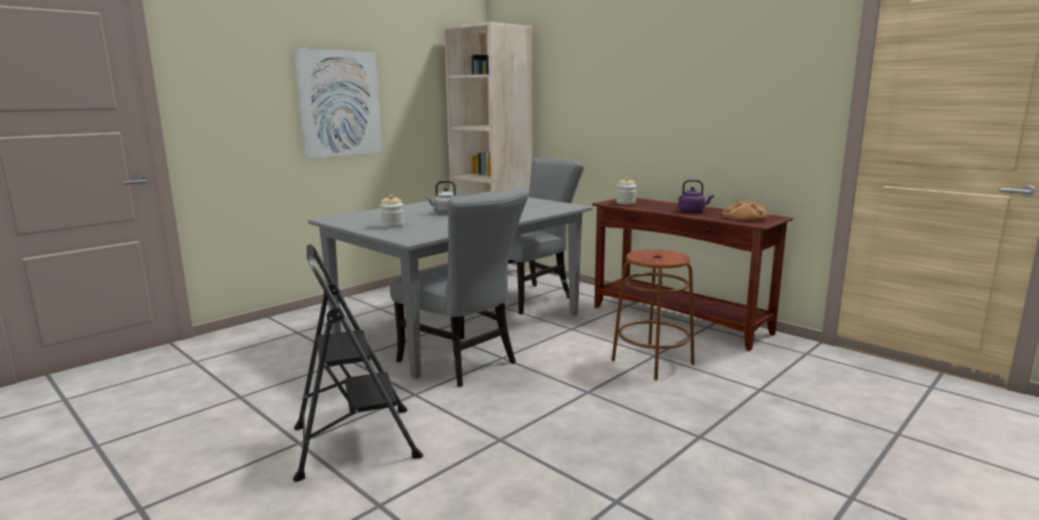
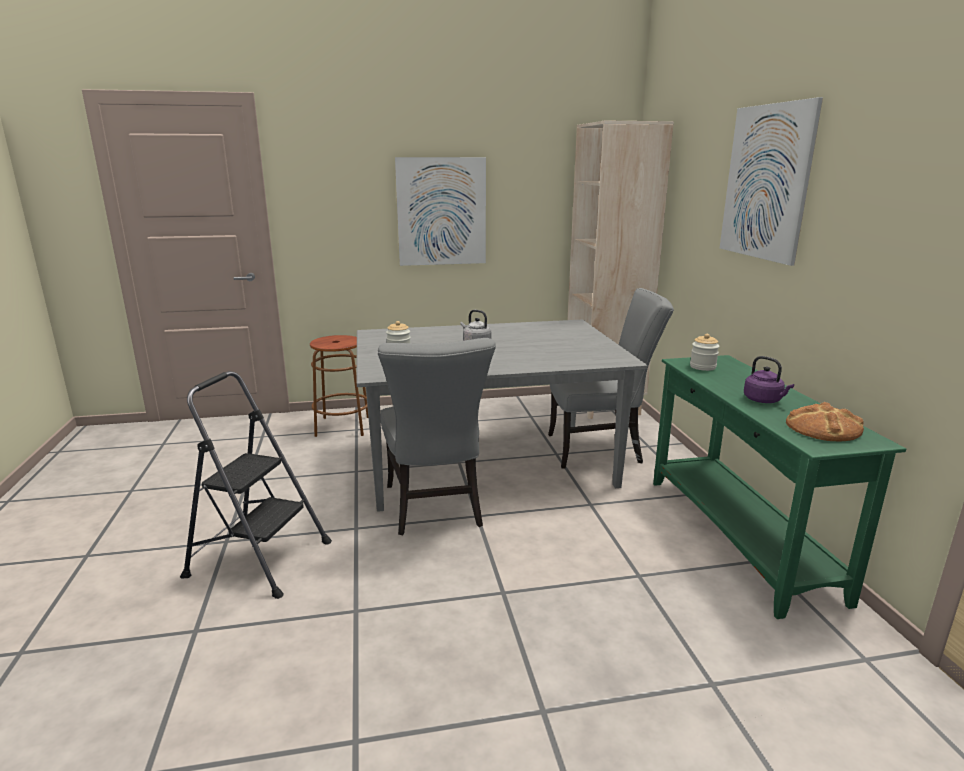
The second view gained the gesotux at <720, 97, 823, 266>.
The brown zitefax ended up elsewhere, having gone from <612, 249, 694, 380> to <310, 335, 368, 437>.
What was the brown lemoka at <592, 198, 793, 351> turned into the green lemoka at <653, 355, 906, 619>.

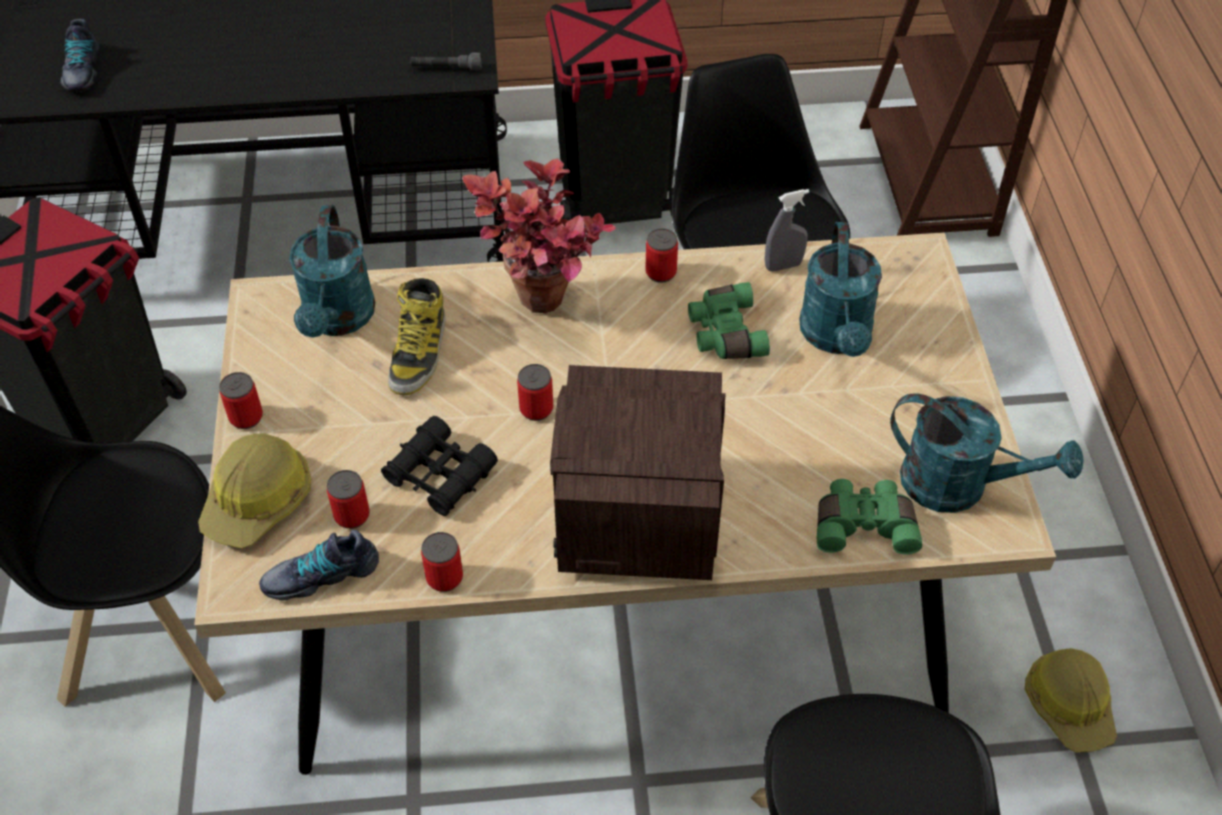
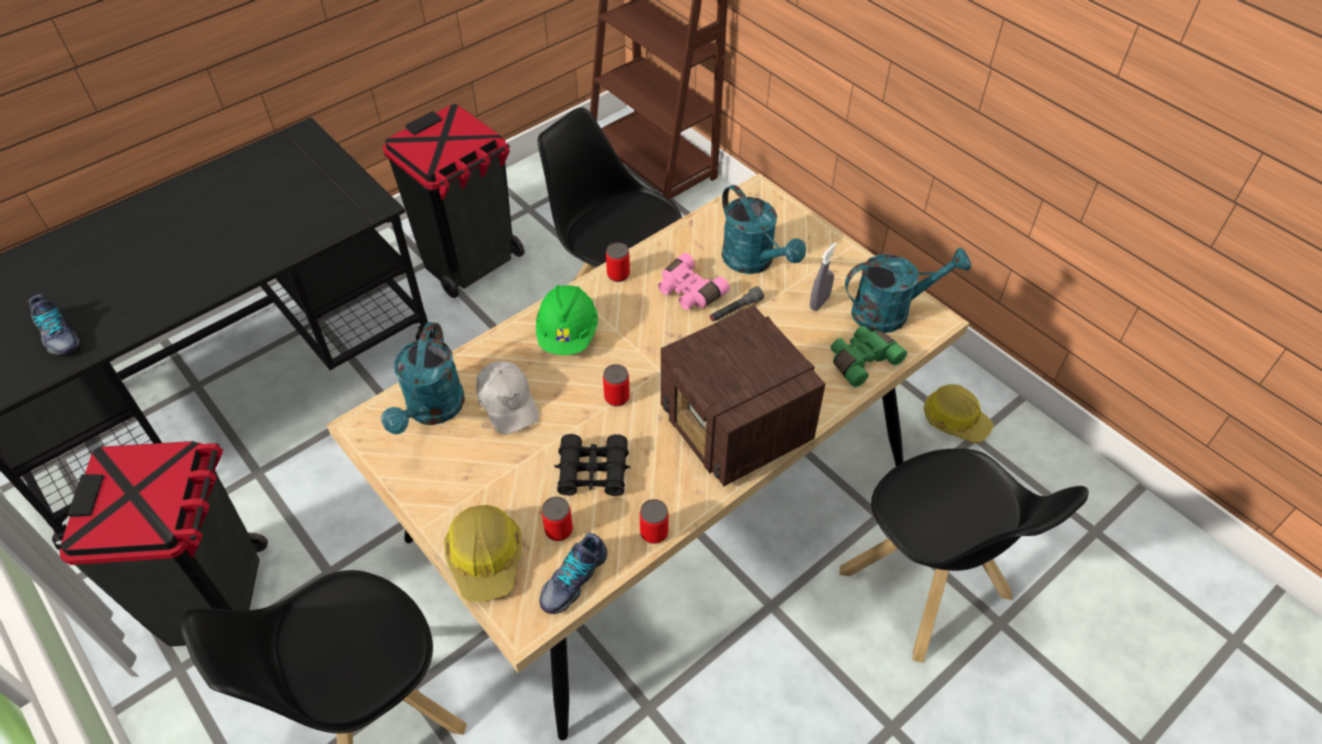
The second view lost the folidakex at <219, 372, 263, 429>.
The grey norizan ended up elsewhere, having gone from <411, 52, 482, 70> to <710, 286, 764, 322>.
The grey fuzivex ended up elsewhere, having gone from <765, 189, 809, 272> to <810, 242, 837, 311>.
Where the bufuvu stood at <388, 278, 446, 395>, the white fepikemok came to stand at <476, 361, 539, 434>.
Where the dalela stood at <462, 158, 616, 313>, the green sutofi came to stand at <536, 285, 598, 355>.
What was the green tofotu at <688, 282, 770, 359> turned into the pink tofotu at <658, 253, 730, 310>.
The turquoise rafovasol at <289, 205, 375, 338> ended up facing another way, 45 degrees clockwise from before.

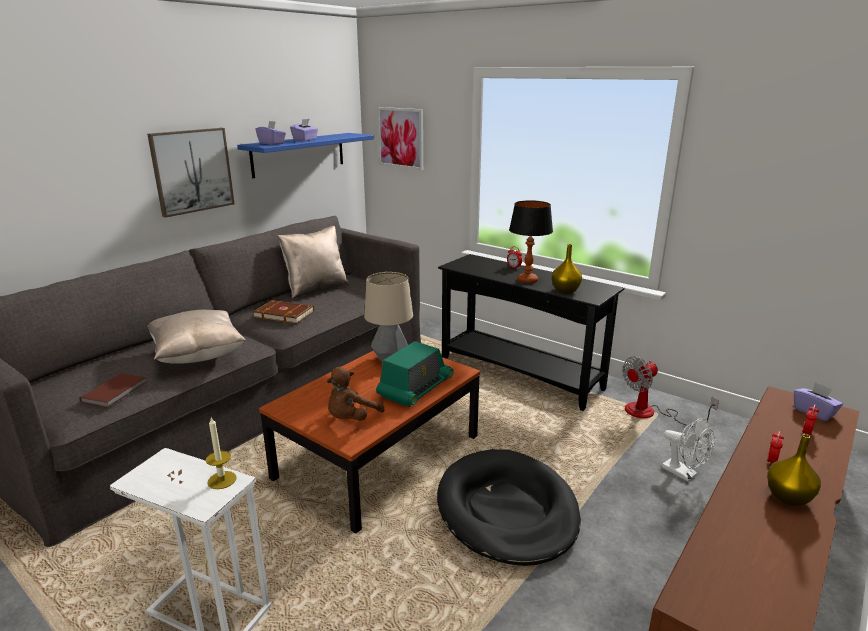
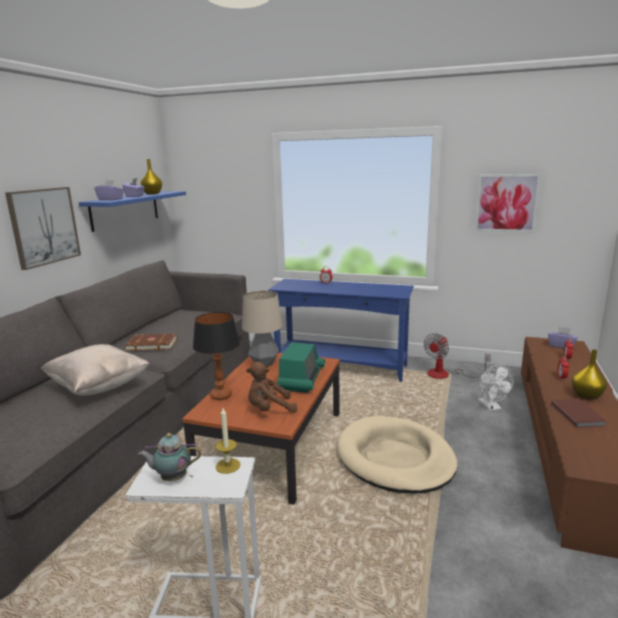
The second view lost the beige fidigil at <278, 226, 349, 299>.
The second view gained the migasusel at <138, 433, 201, 481>.
The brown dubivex ended up elsewhere, having gone from <79, 373, 147, 408> to <551, 399, 607, 428>.
The gesotux ended up elsewhere, having gone from <377, 107, 423, 170> to <474, 174, 541, 232>.
The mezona ended up elsewhere, having gone from <509, 200, 553, 283> to <193, 312, 240, 400>.
The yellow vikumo ended up elsewhere, having gone from <552, 244, 582, 294> to <140, 159, 162, 195>.
What was the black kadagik at <437, 449, 581, 566> turned into the beige kadagik at <337, 416, 458, 494>.
What was the black lemoka at <438, 254, 624, 411> turned into the blue lemoka at <268, 279, 414, 382>.
The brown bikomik at <327, 366, 384, 421> ended up facing another way, 60 degrees clockwise from before.
The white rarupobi at <662, 418, 715, 482> ended up facing another way, 45 degrees clockwise from before.

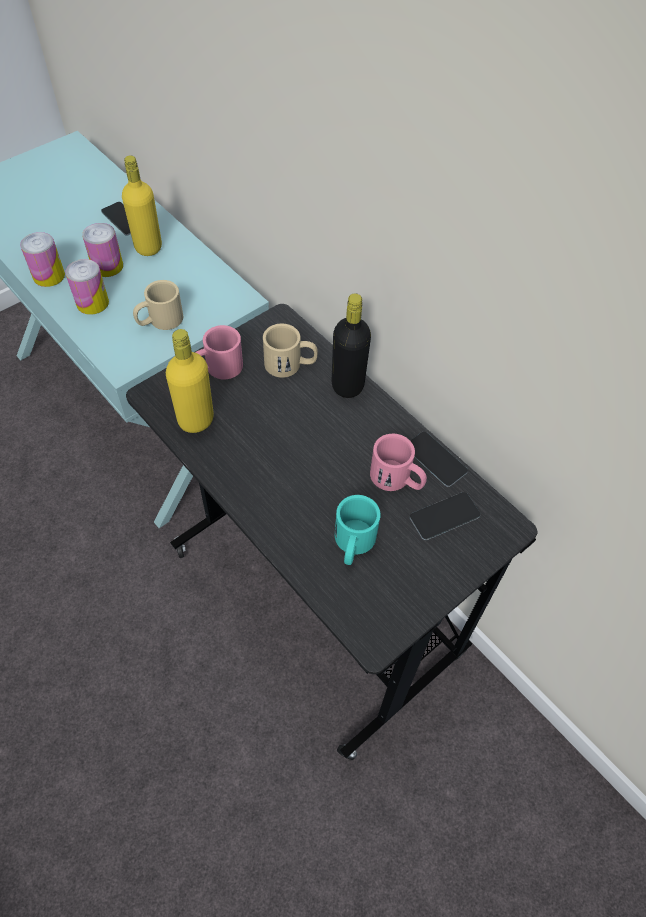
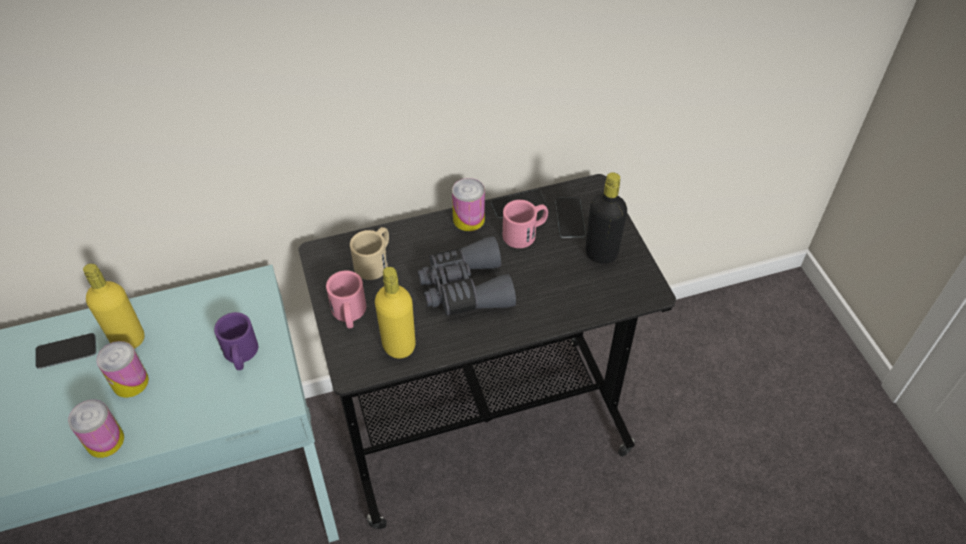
The second view lost the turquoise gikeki at <335, 495, 381, 565>.
The second view gained the grey tofotu at <418, 236, 516, 316>.
The folidakex ended up elsewhere, having gone from <65, 259, 109, 315> to <452, 178, 485, 231>.
The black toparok ended up elsewhere, having gone from <332, 293, 371, 398> to <585, 172, 627, 264>.
What was the beige gikeki at <133, 280, 183, 330> turned into the purple gikeki at <214, 312, 258, 370>.

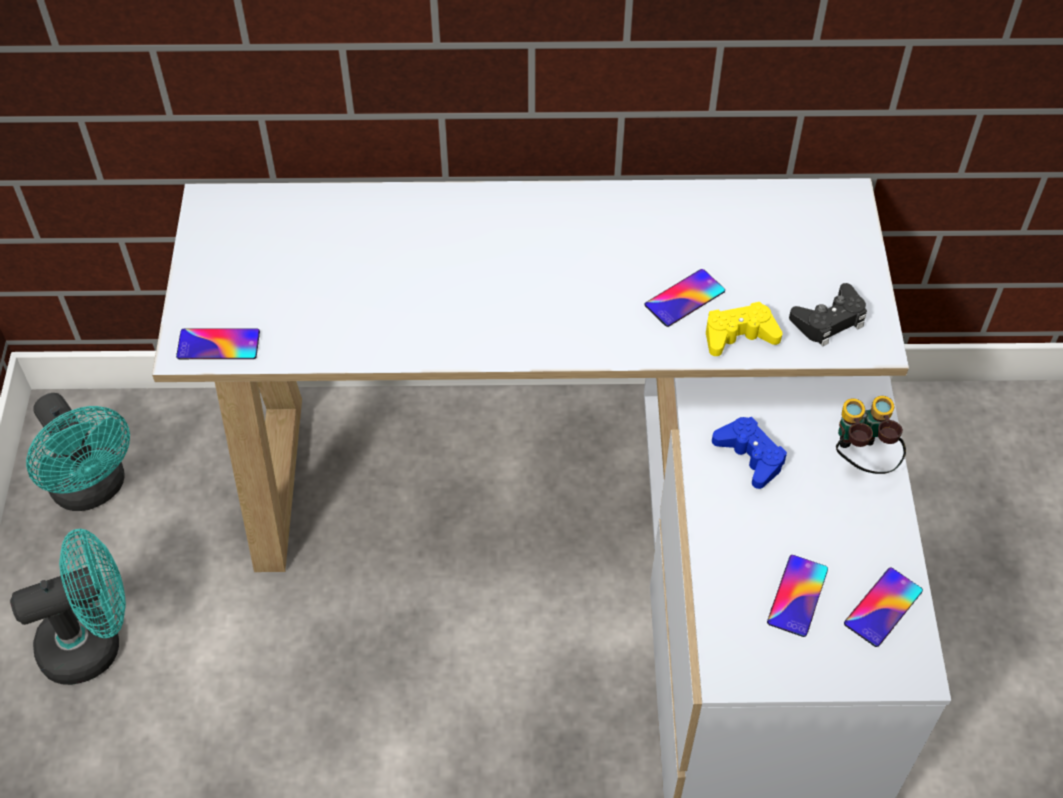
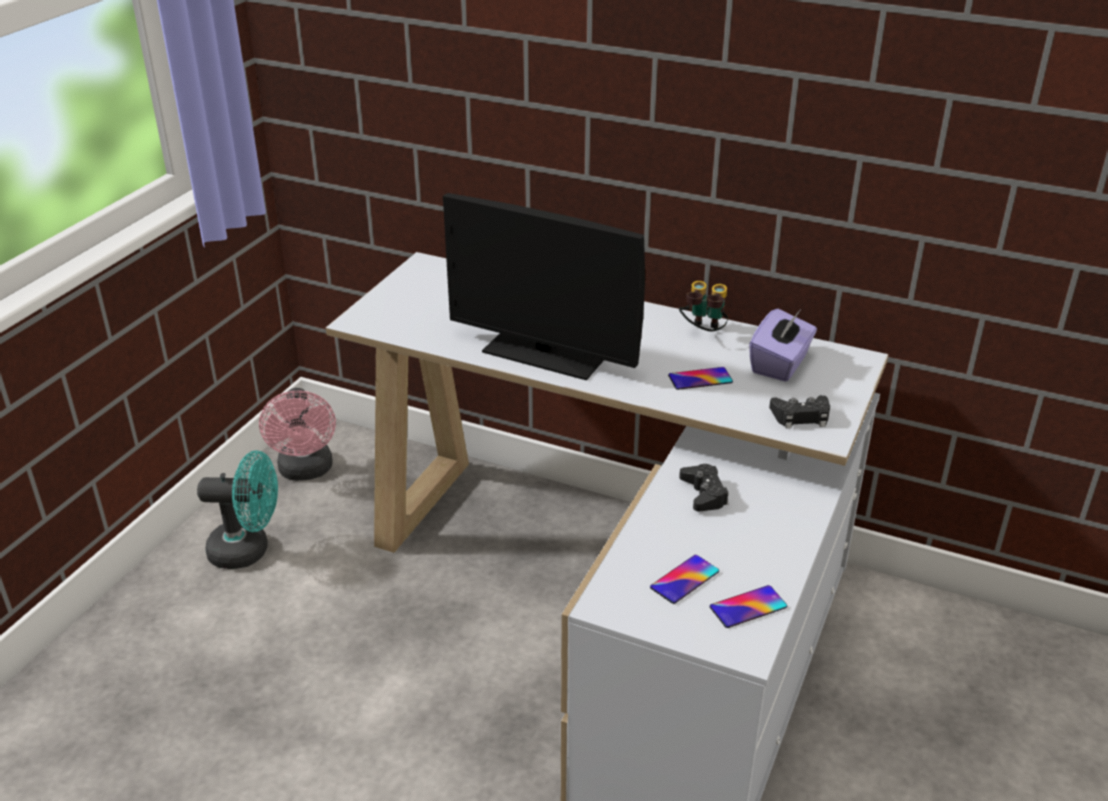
The second view lost the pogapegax at <176, 328, 260, 359>.
The second view lost the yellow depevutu at <706, 302, 783, 356>.
The second view gained the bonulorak at <443, 193, 645, 381>.
The second view gained the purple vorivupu at <749, 309, 817, 382>.
The tofotu ended up elsewhere, having gone from <836, 396, 906, 474> to <679, 281, 728, 331>.
What was the turquoise rarupobi at <26, 393, 130, 511> turned into the pink rarupobi at <259, 388, 336, 481>.
What was the blue depevutu at <712, 417, 787, 489> turned into the black depevutu at <679, 464, 729, 511>.

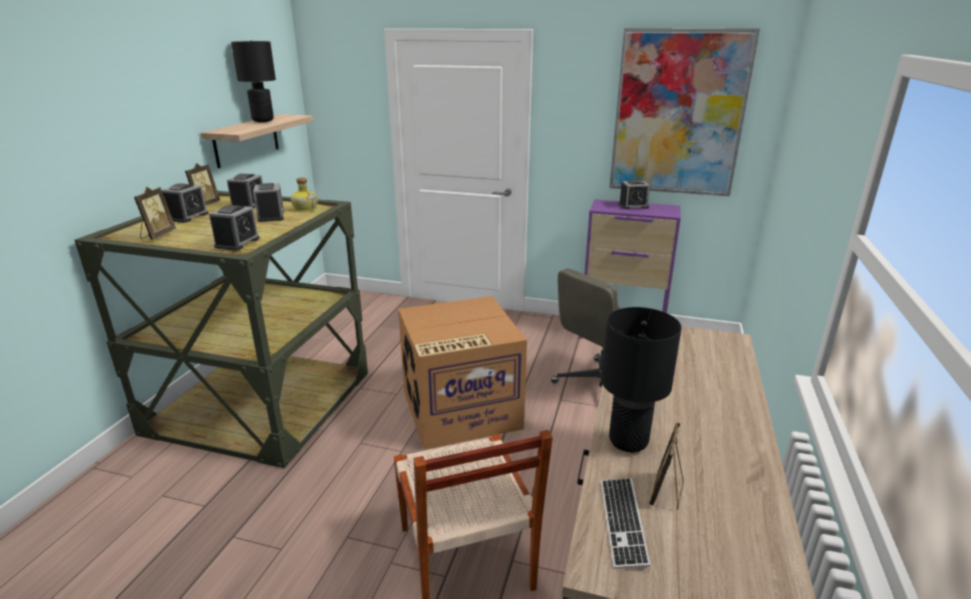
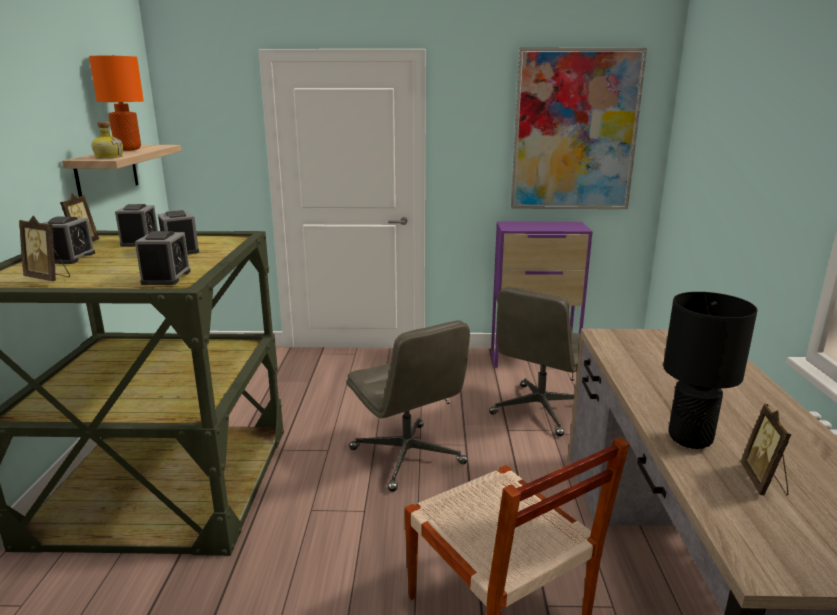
The second view lost the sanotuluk at <601, 478, 651, 569>.
The second view lost the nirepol at <618, 179, 650, 209>.
The toparok ended up elsewhere, having gone from <291, 177, 318, 212> to <91, 121, 123, 158>.
Where the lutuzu stood at <398, 296, 527, 450>, the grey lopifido came to stand at <346, 320, 470, 492>.
What was the black mezona at <231, 40, 276, 122> turned into the orange mezona at <89, 55, 144, 151>.
The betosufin at <134, 187, 176, 240> ended up facing another way, 120 degrees clockwise from before.

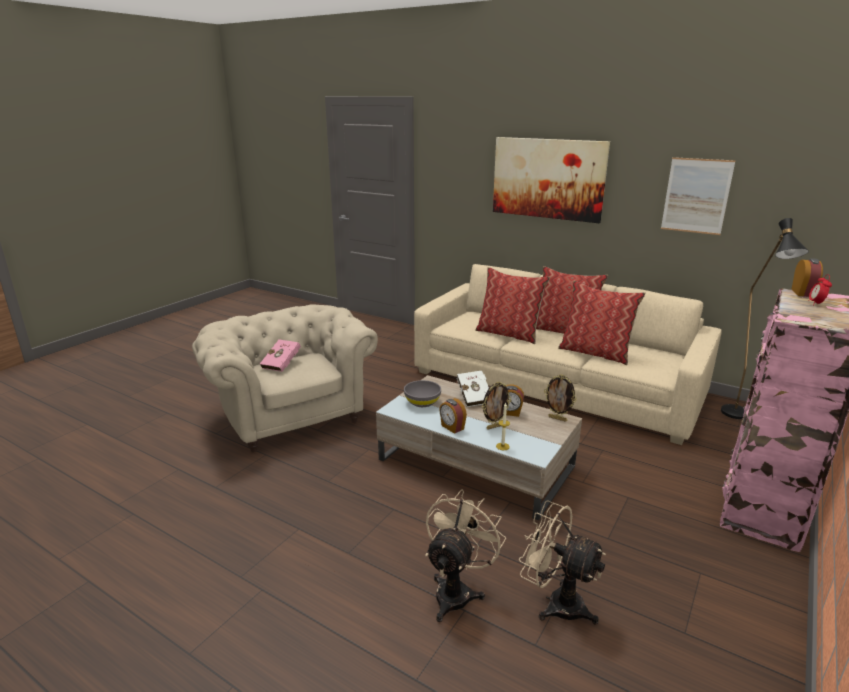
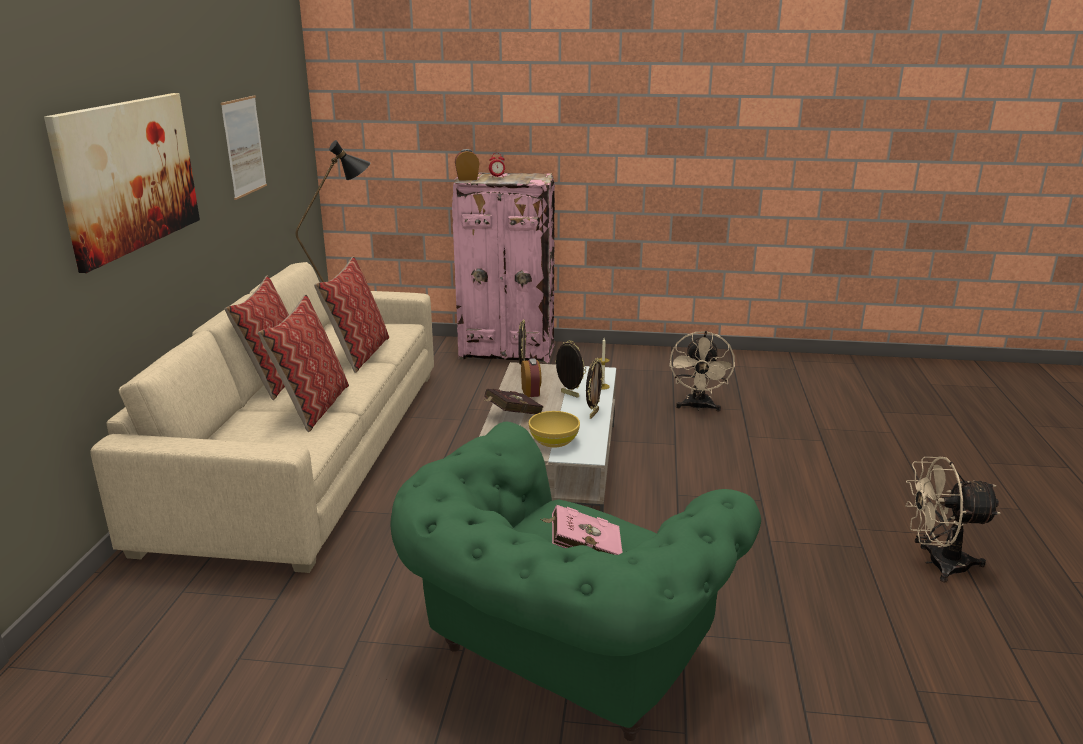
The beige rarupobi ended up elsewhere, having gone from <425, 489, 506, 622> to <905, 456, 1001, 582>.
Where the nirepol stood at <439, 398, 467, 434>, the betosufin came to stand at <586, 358, 604, 419>.
What was the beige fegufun at <192, 305, 378, 452> turned into the green fegufun at <391, 422, 761, 741>.
What was the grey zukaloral at <404, 380, 441, 407> turned into the yellow zukaloral at <529, 411, 580, 448>.
What was the white dubivex at <457, 370, 489, 407> turned into the red dubivex at <483, 389, 544, 414>.

